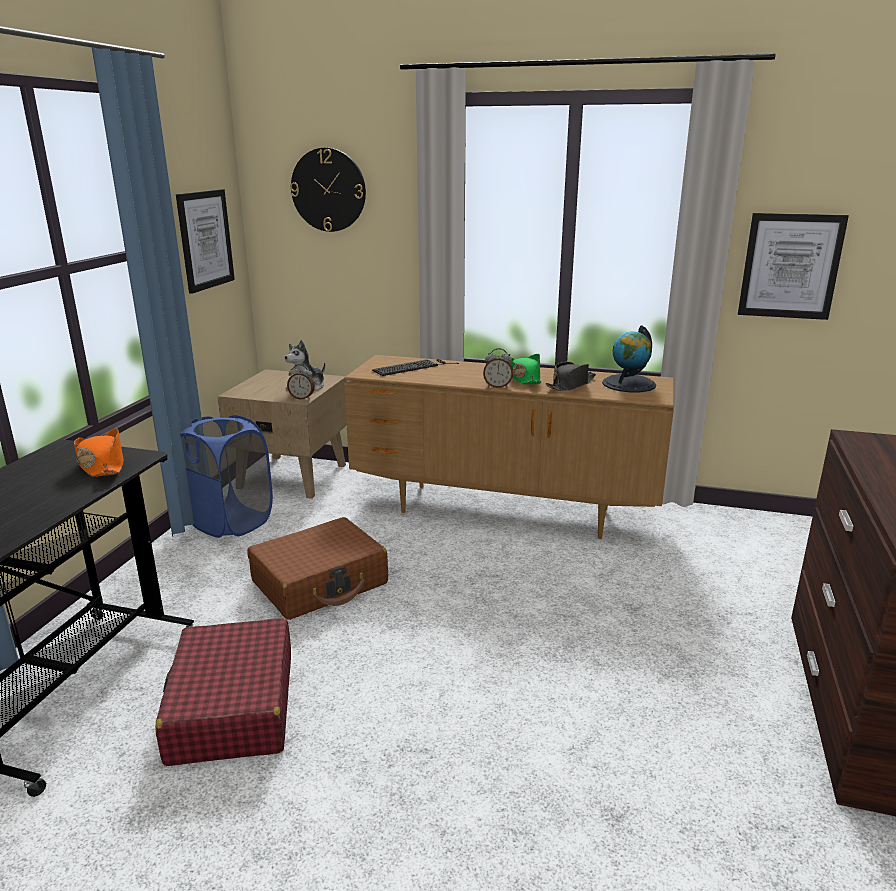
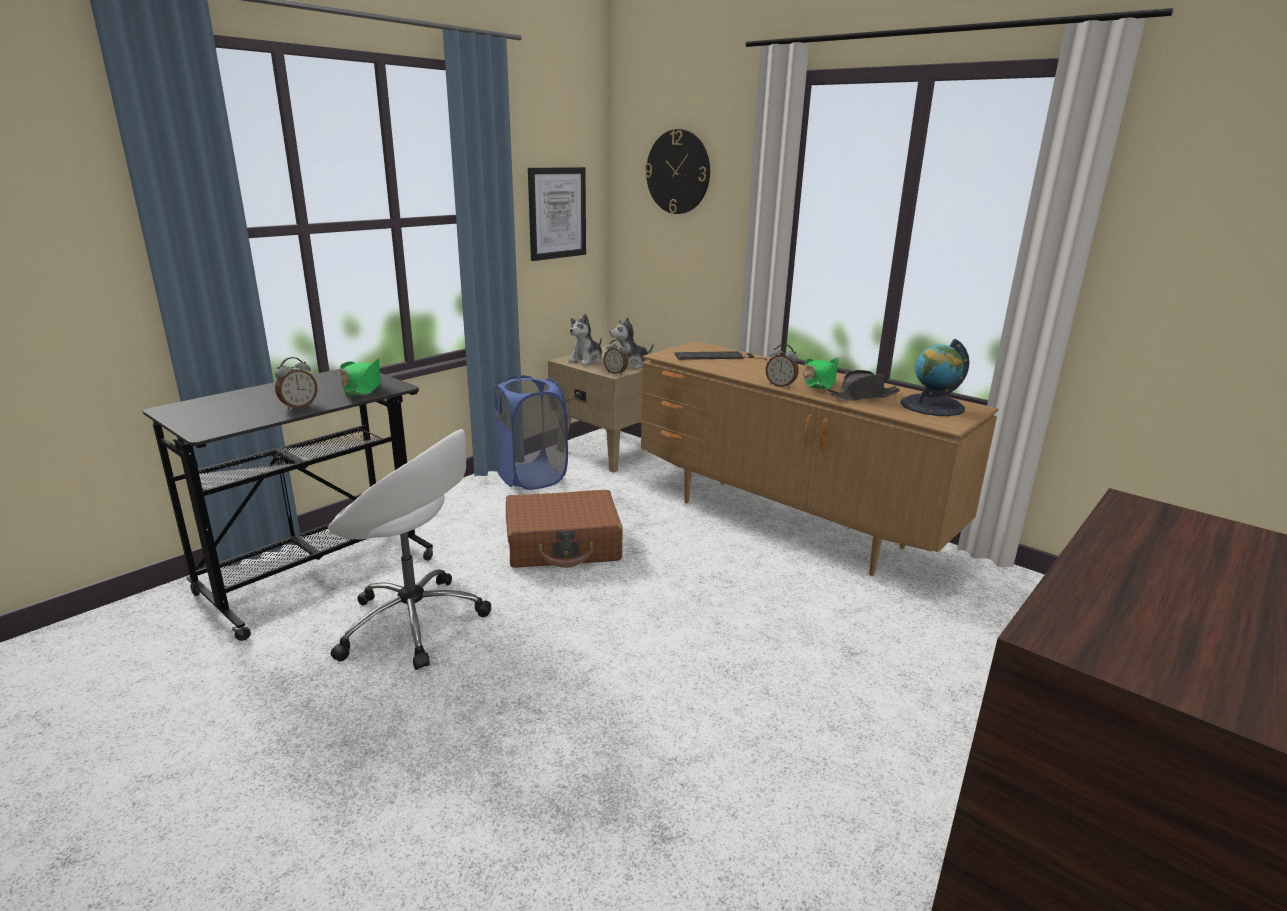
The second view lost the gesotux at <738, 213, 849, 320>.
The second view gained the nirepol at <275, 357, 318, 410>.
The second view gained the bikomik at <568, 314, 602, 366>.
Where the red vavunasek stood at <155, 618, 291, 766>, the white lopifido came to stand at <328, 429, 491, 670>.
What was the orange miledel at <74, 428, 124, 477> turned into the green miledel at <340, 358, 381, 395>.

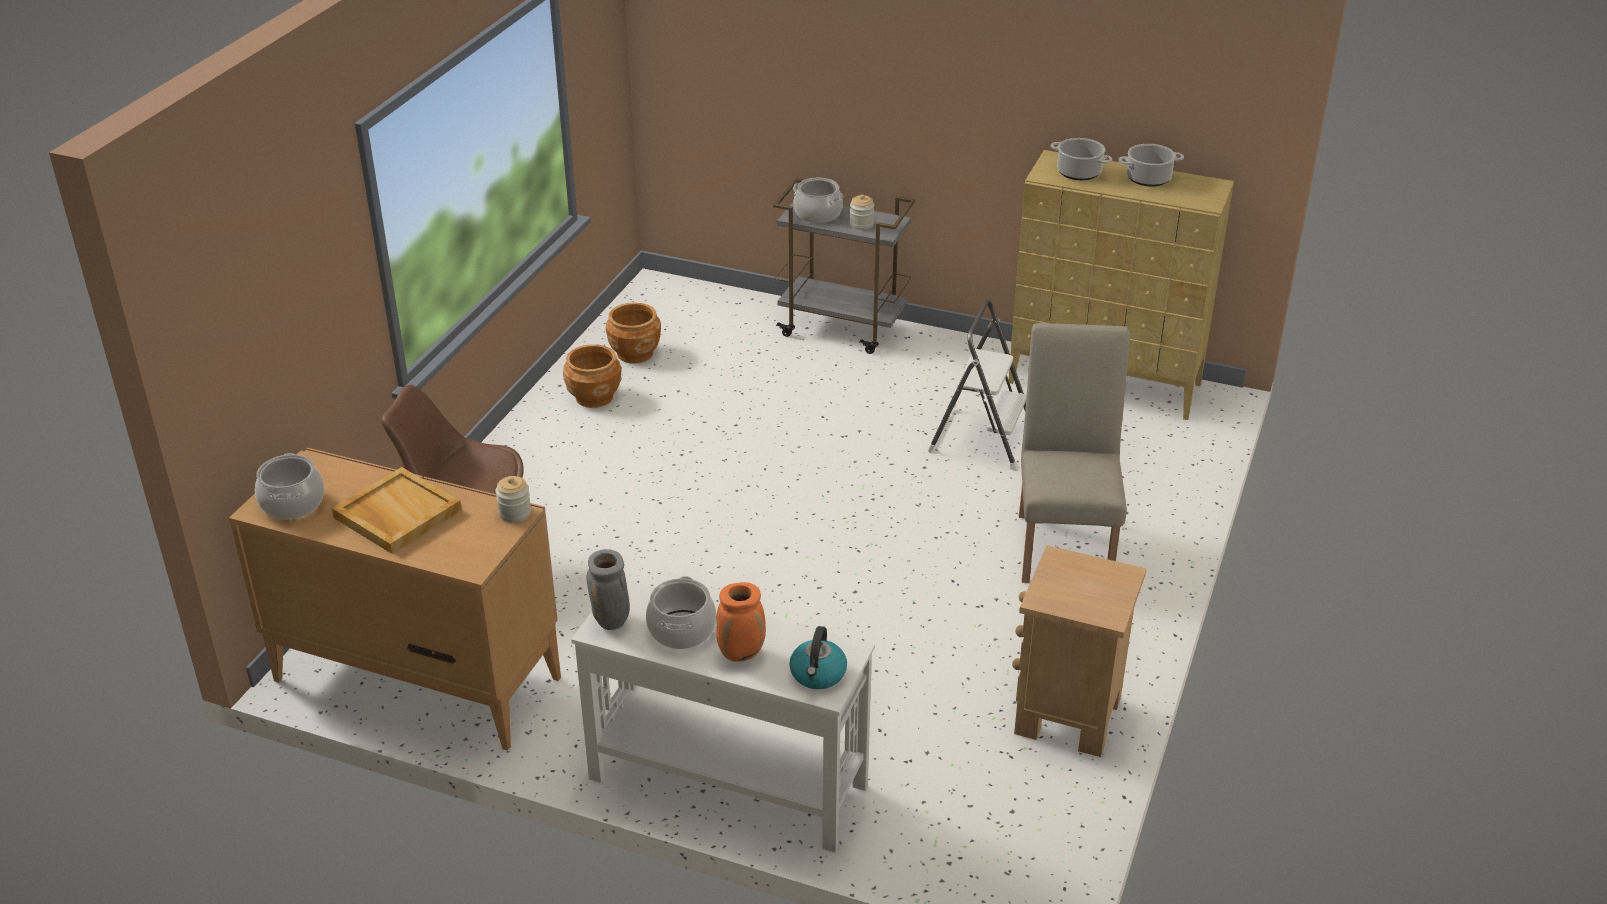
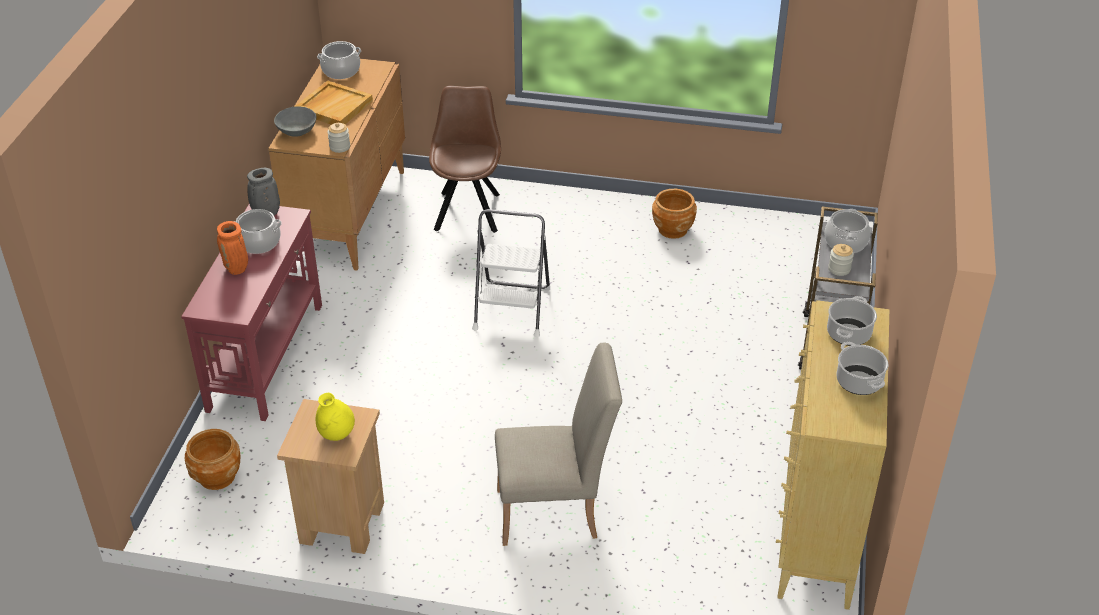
The second view lost the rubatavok at <789, 626, 847, 689>.
The second view gained the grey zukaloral at <274, 106, 317, 137>.
The second view gained the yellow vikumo at <316, 393, 355, 441>.
The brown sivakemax ended up elsewhere, having gone from <606, 302, 661, 363> to <185, 429, 241, 490>.
The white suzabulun ended up elsewhere, having gone from <928, 300, 1026, 471> to <472, 209, 550, 337>.
What was the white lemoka at <571, 580, 875, 853> turned into the red lemoka at <181, 204, 322, 421>.

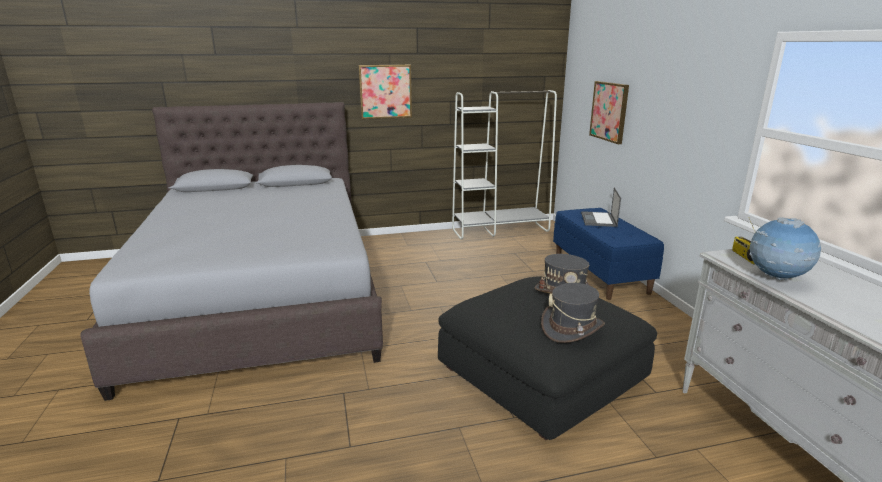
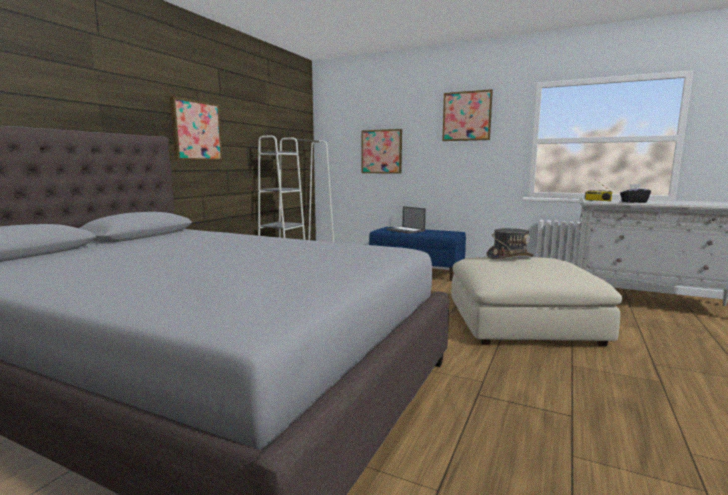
The second view lost the grey miledel at <541, 283, 605, 343>.
The second view gained the gesotux at <442, 89, 493, 141>.
Where the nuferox stood at <749, 217, 821, 280>, the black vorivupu came to stand at <620, 184, 651, 203>.
What was the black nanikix at <438, 277, 657, 440> turned into the beige nanikix at <451, 257, 622, 346>.

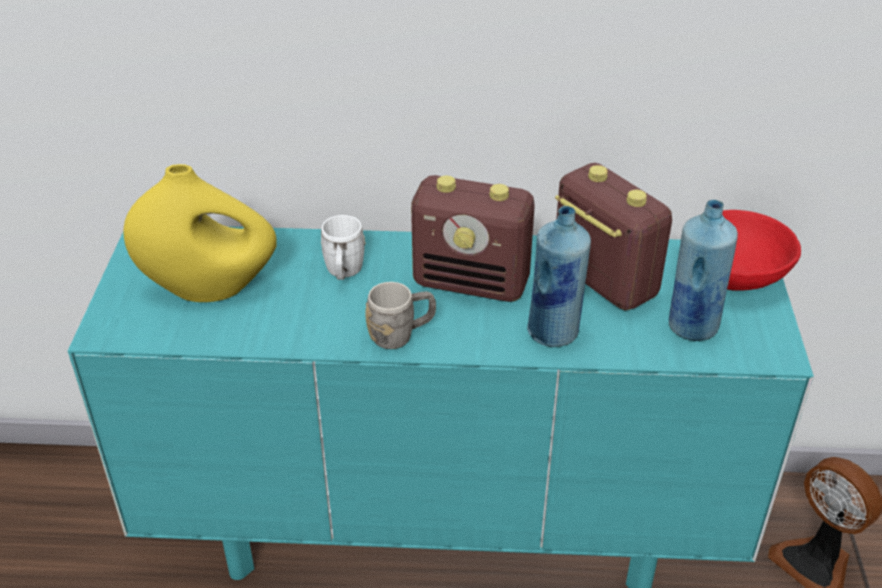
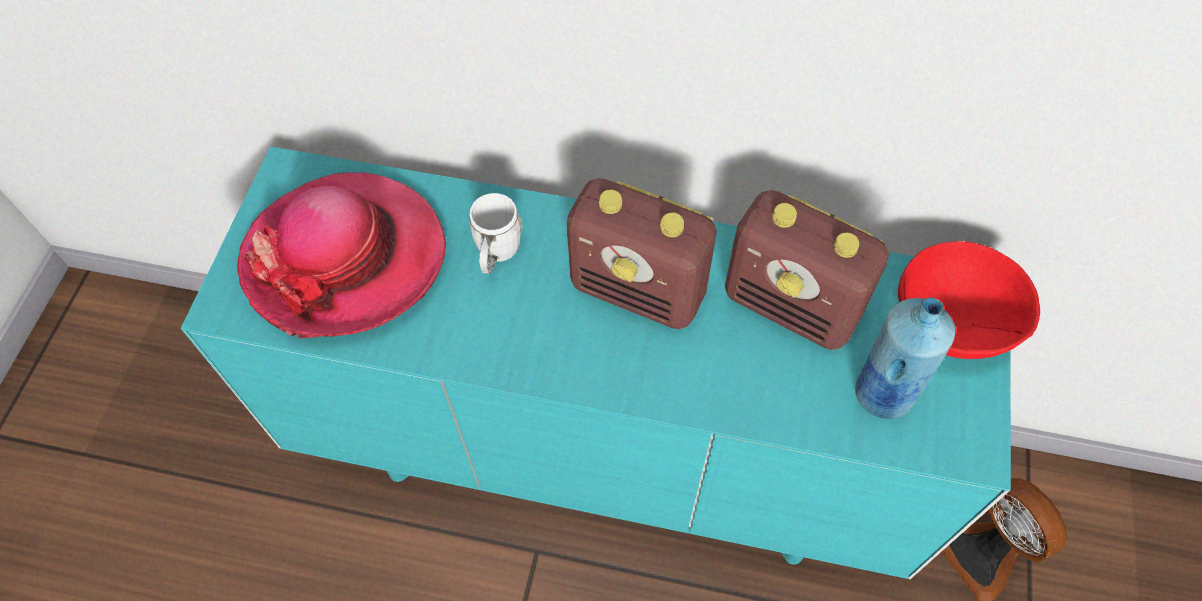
The second view lost the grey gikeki at <365, 282, 436, 349>.
The second view lost the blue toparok at <527, 206, 591, 347>.
Where the yellow vikumo stood at <123, 164, 277, 302>, the miledel came to stand at <237, 172, 446, 339>.
The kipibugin at <555, 163, 672, 311> ended up facing another way, 150 degrees clockwise from before.

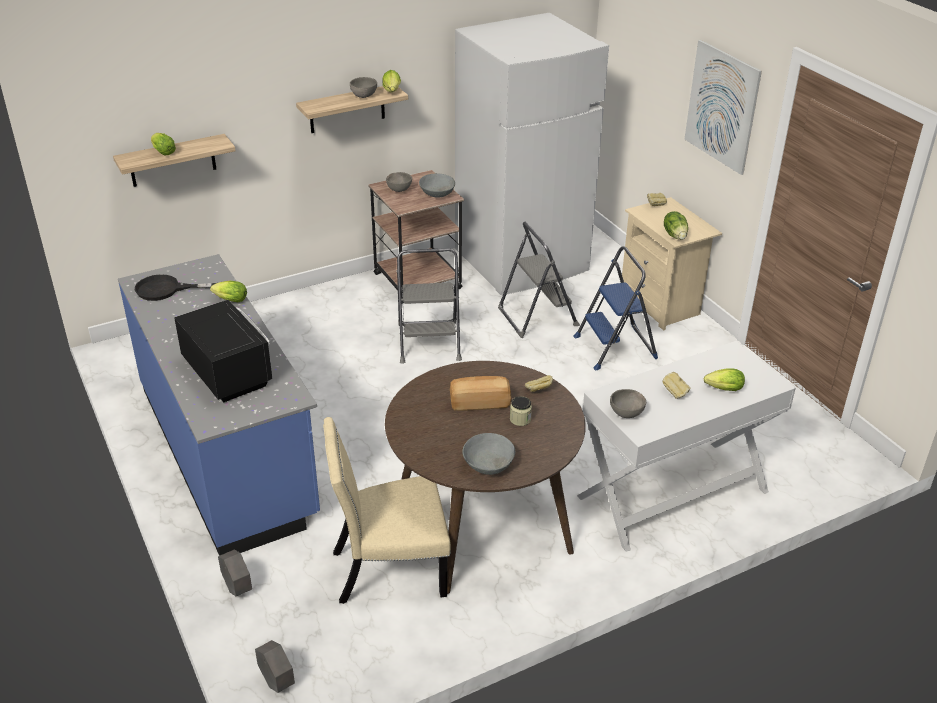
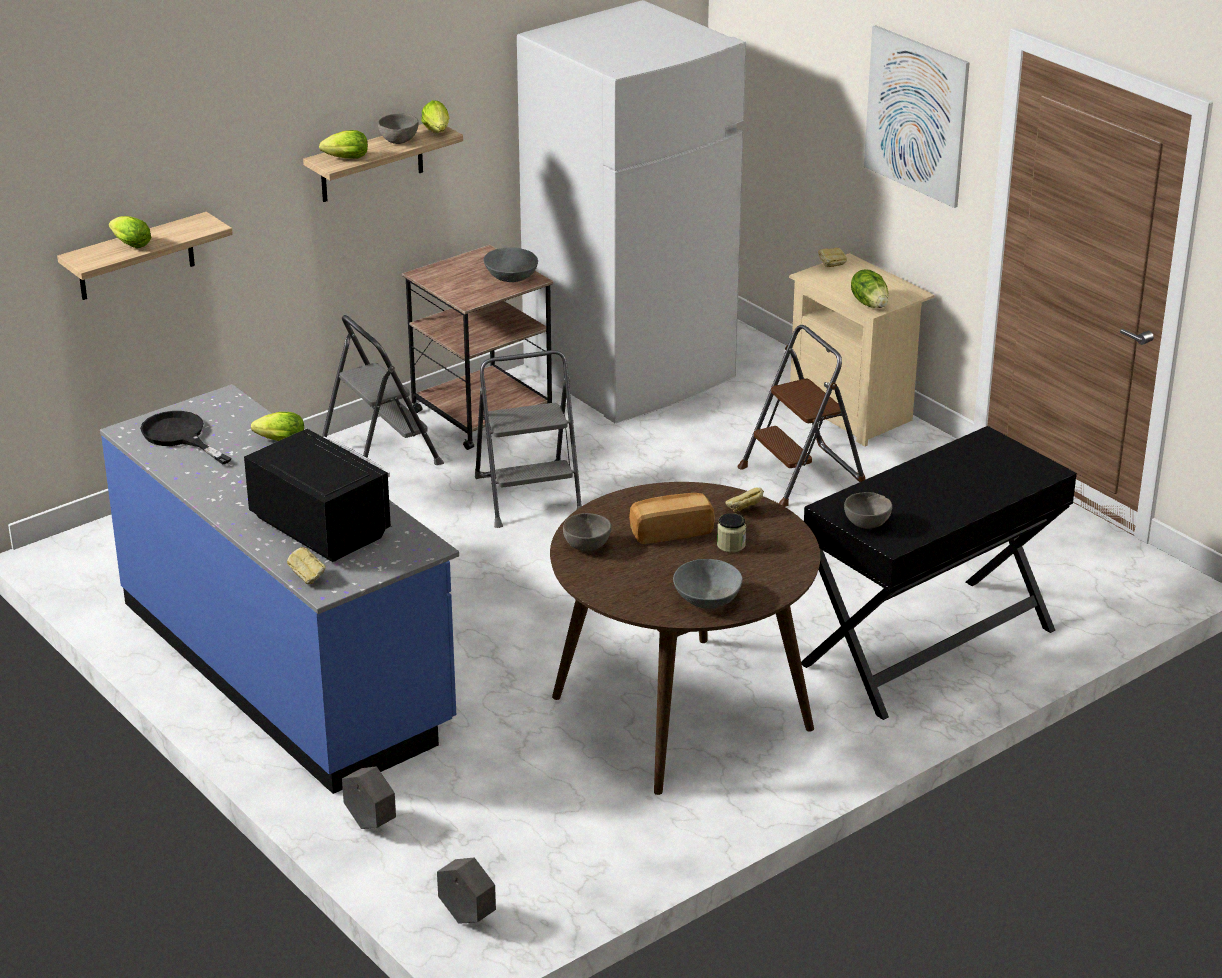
The second view lost the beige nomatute at <323, 417, 451, 604>.
The grey zukaloral ended up elsewhere, having gone from <386, 172, 412, 192> to <563, 513, 611, 551>.
The grey suzabulun ended up elsewhere, having gone from <498, 222, 580, 338> to <322, 315, 444, 465>.
The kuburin ended up elsewhere, having gone from <662, 372, 690, 399> to <287, 547, 326, 584>.
The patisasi ended up elsewhere, having gone from <704, 368, 745, 391> to <319, 130, 368, 159>.
What was the blue suzabulun at <573, 246, 658, 370> turned into the brown suzabulun at <737, 325, 866, 507>.
What was the white lemoka at <577, 341, 796, 552> turned into the black lemoka at <801, 426, 1077, 720>.
The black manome at <135, 274, 216, 301> ended up facing another way, 60 degrees clockwise from before.

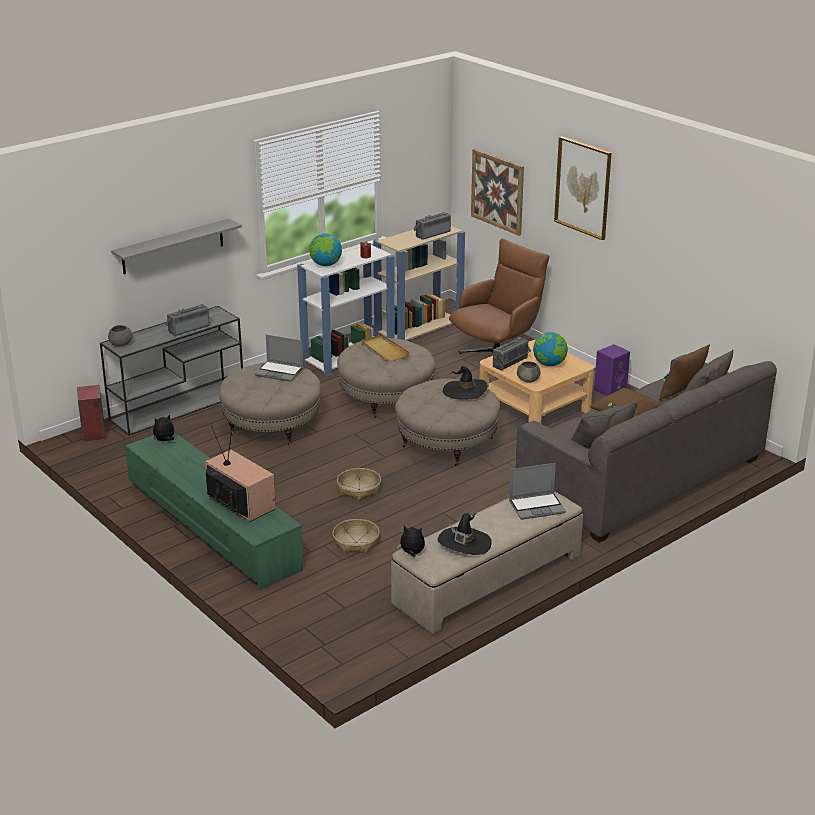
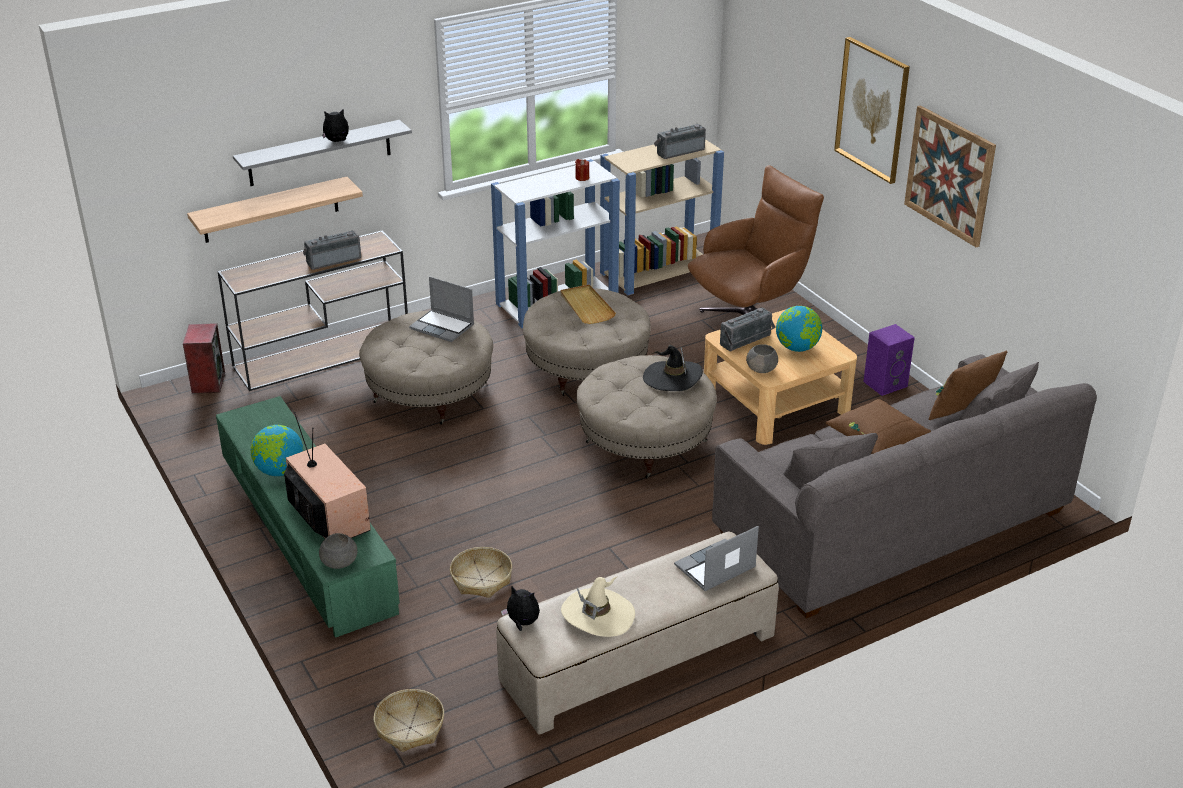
The second view gained the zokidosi at <187, 177, 363, 243>.
The grey zukaloral ended up elsewhere, having gone from <108, 325, 132, 346> to <319, 533, 357, 569>.
The bikomik ended up elsewhere, having gone from <153, 414, 174, 441> to <322, 109, 349, 142>.
The nuferox ended up elsewhere, having gone from <309, 233, 342, 266> to <251, 425, 303, 476>.
The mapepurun ended up elsewhere, having gone from <337, 468, 381, 501> to <374, 689, 444, 752>.
The gesotux ended up elsewhere, having gone from <471, 149, 524, 236> to <904, 105, 996, 247>.
What was the grey lemoka at <100, 306, 243, 436> turned into the brown lemoka at <217, 230, 408, 391>.
What was the black miledel at <438, 513, 492, 555> turned into the beige miledel at <561, 576, 635, 637>.
The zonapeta at <509, 463, 566, 520> ended up facing another way, 150 degrees clockwise from before.

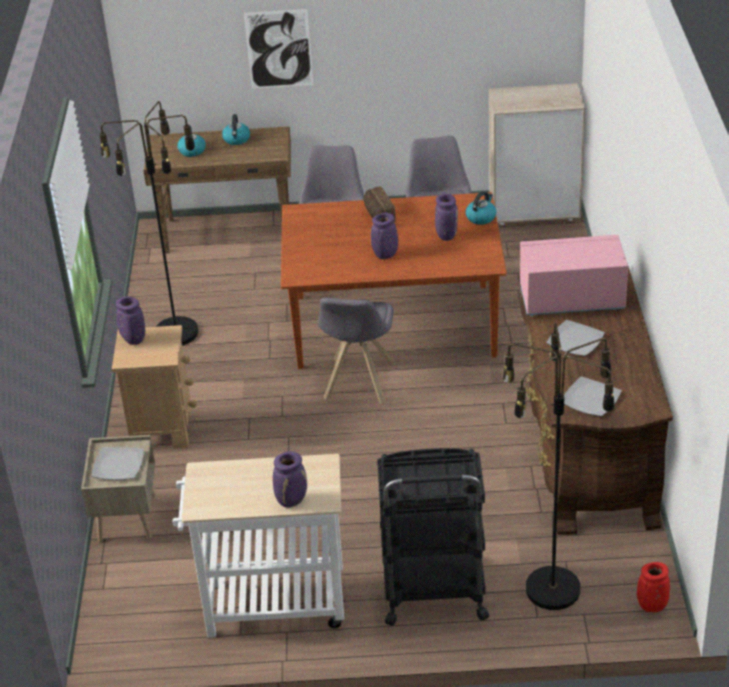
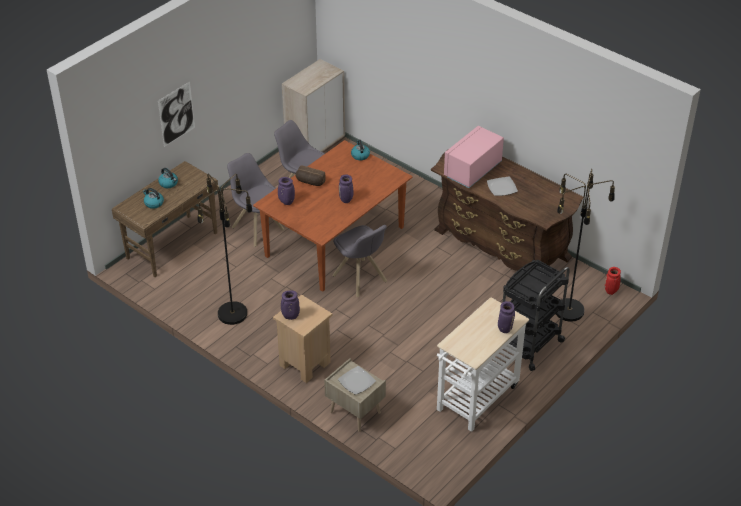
The second view lost the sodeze at <564, 376, 622, 416>.
The purple vikumo ended up elsewhere, having gone from <435, 194, 458, 241> to <278, 177, 295, 205>.

